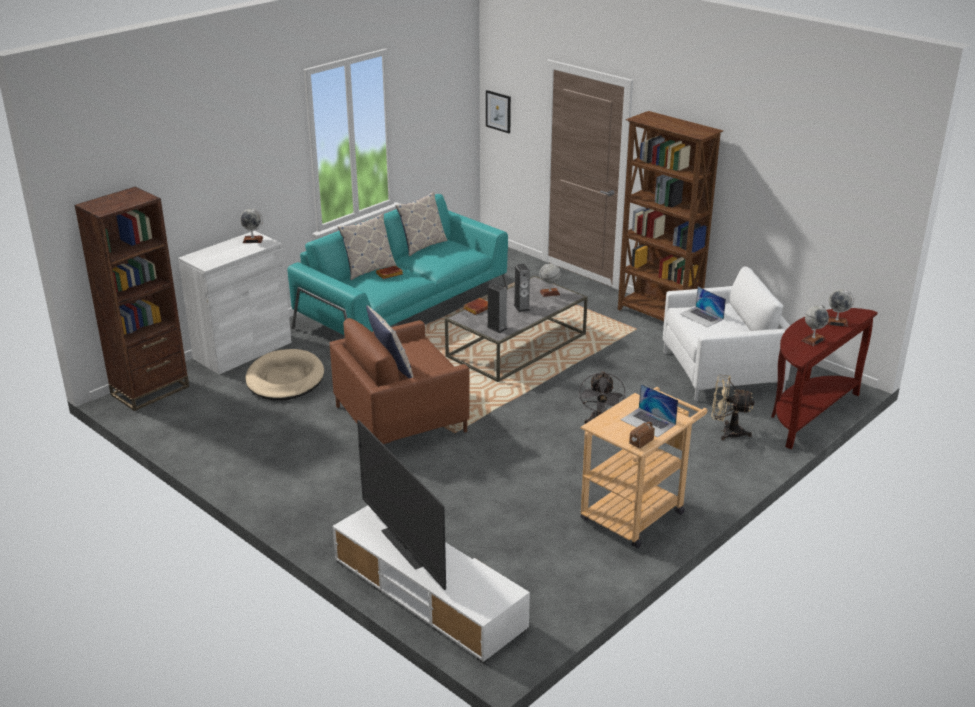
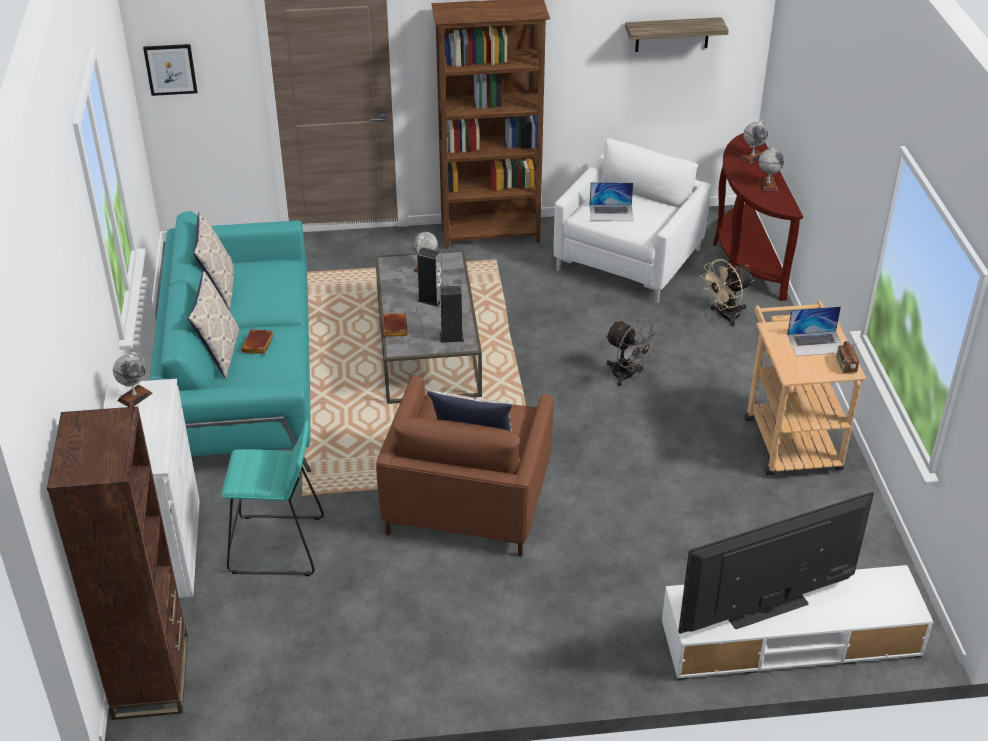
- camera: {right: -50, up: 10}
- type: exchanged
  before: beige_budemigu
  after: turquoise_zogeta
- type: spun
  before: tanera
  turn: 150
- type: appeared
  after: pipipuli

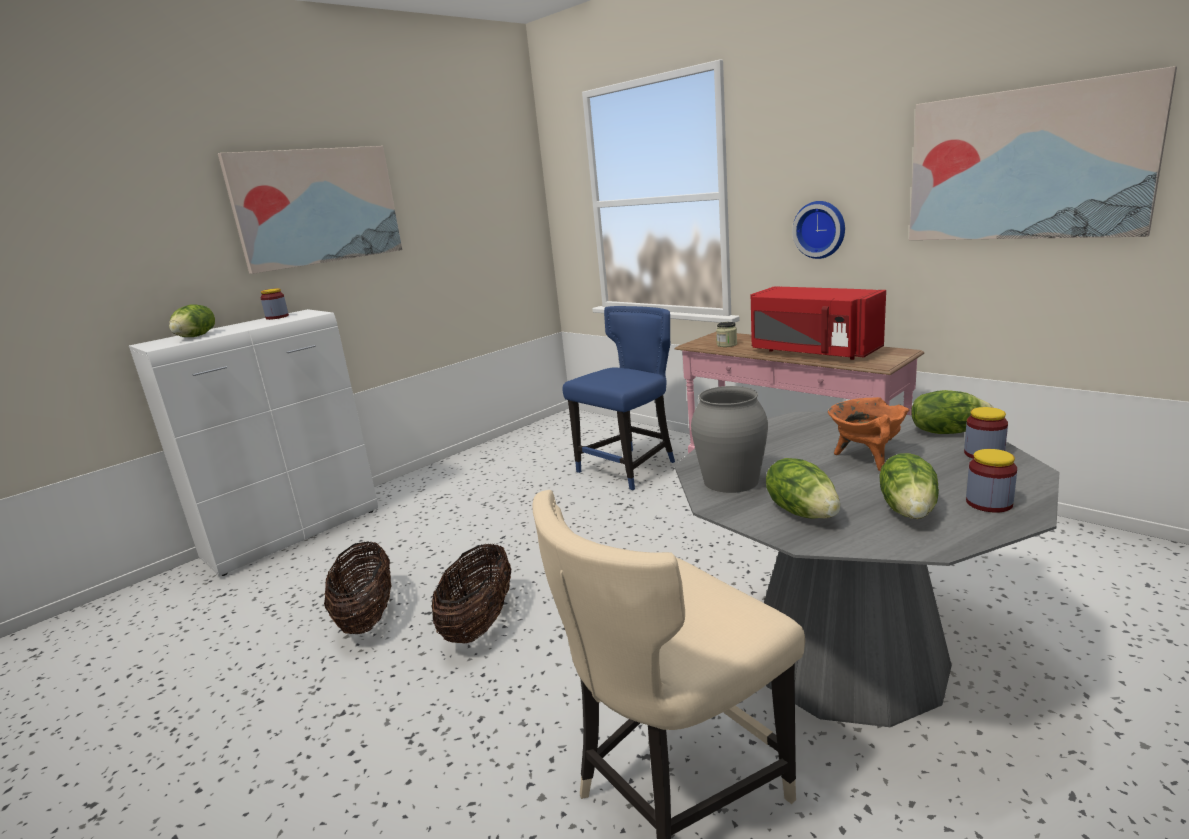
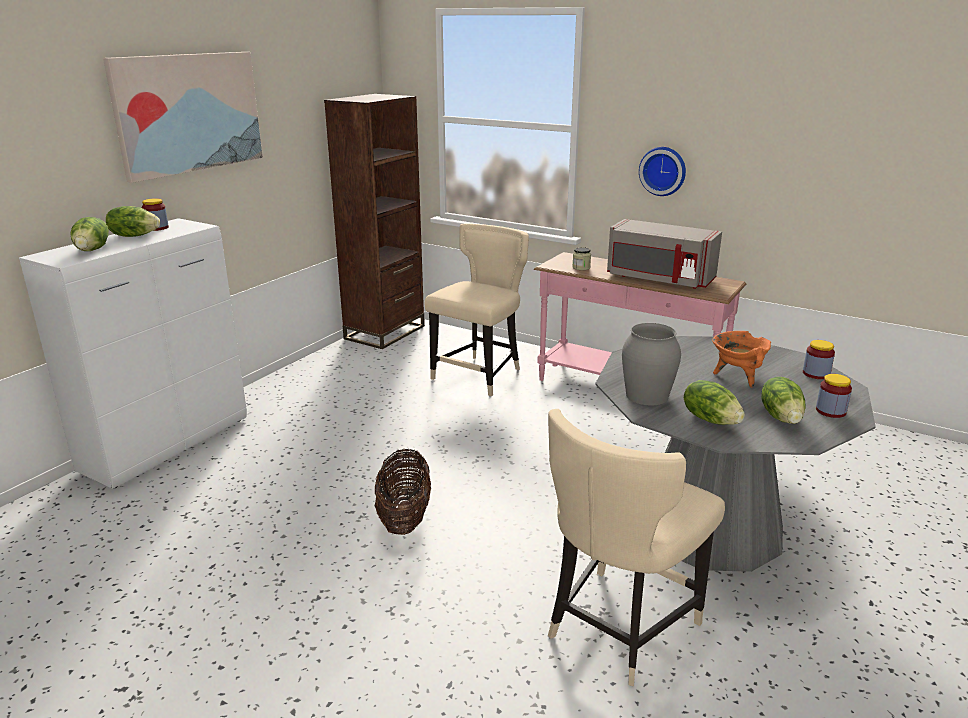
- camera: {right: -15, up: 5}
- type: missing
  before: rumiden (no. 1 from left)
- type: colour
  before: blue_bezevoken
  after: beige_bezevoken (no. 1 from left)
- type: colour
  before: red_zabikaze
  after: grey_zabikaze
- type: missing
  before: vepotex (no. 2 from left)
- type: relocated
  before: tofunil (no. 4 from left in the first image)
  after: tofunil (no. 2 from left)
- type: appeared
  after: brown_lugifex

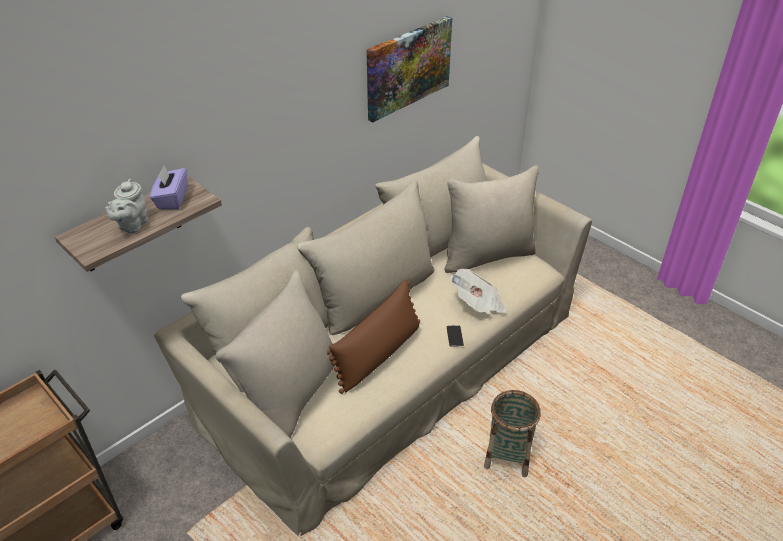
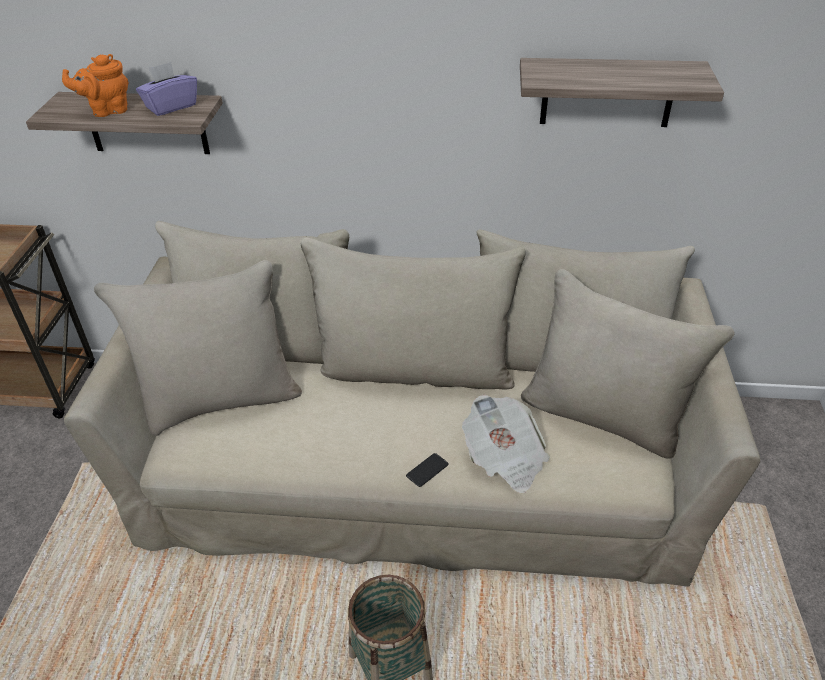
- camera: {right: 50, up: 0}
- type: colour
  before: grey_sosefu
  after: orange_sosefu
- type: missing
  before: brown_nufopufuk
- type: exchanged
  before: vepotex
  after: pipipuli (no. 2 from left)

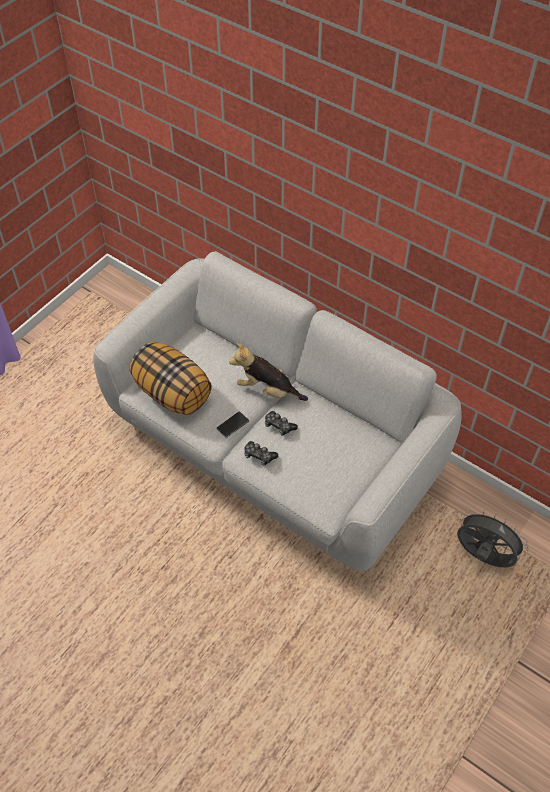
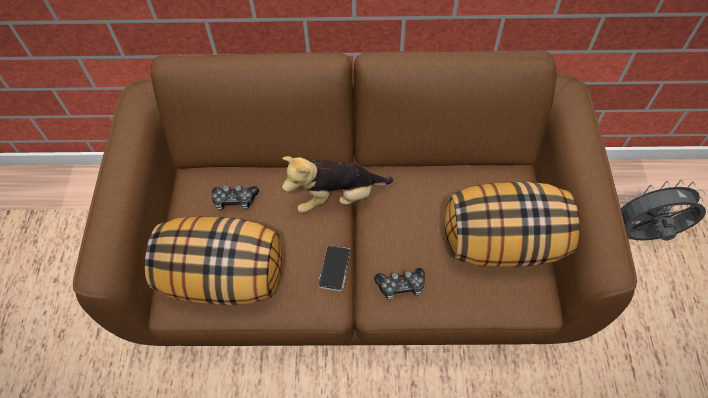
- camera: {right: -35, up: 5}
- type: colour
  before: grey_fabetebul
  after: brown_fabetebul
- type: relocated
  before: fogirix (no. 2 from left in the first image)
  after: fogirix (no. 1 from left)
- type: appeared
  after: nufopufuk (no. 2 from left)

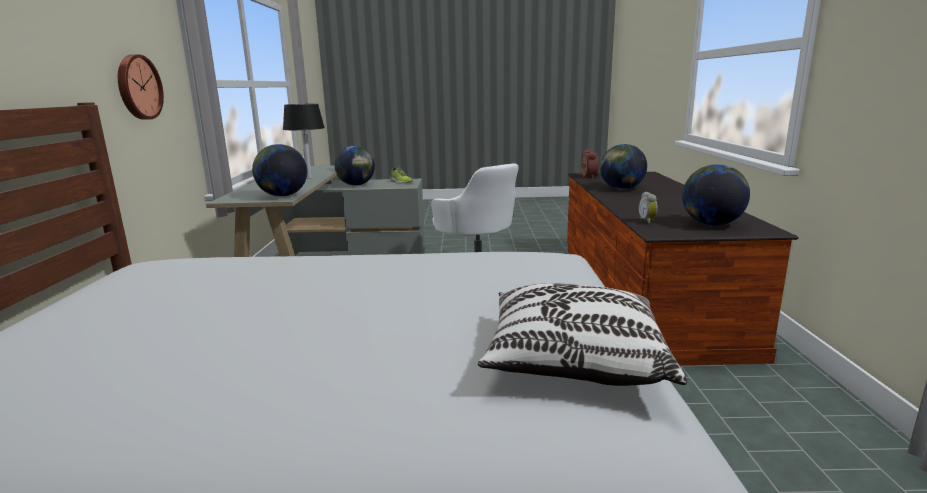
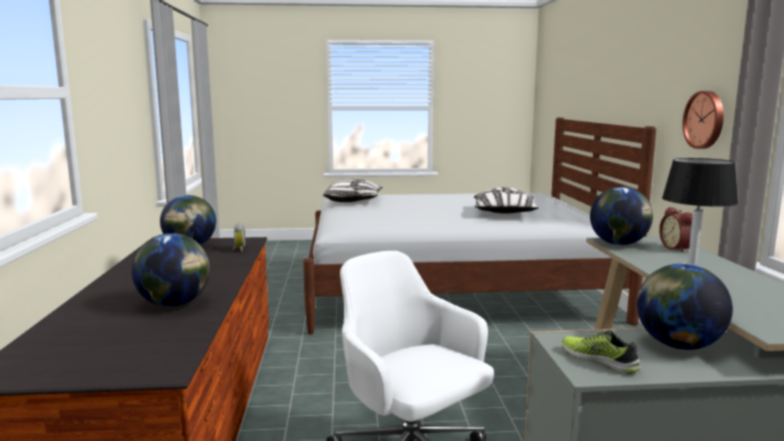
- camera: {right: 175, up: -5}
- type: relocated
  before: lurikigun (no. 1 from left in the first image)
  after: lurikigun (no. 2 from left)
- type: appeared
  after: nufopufuk (no. 2 from left)

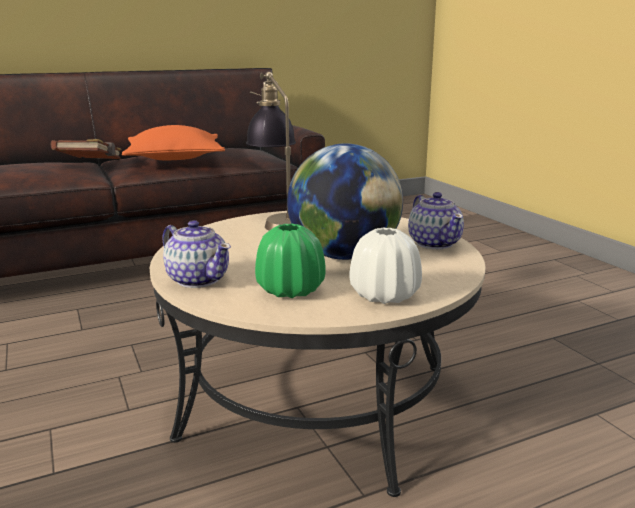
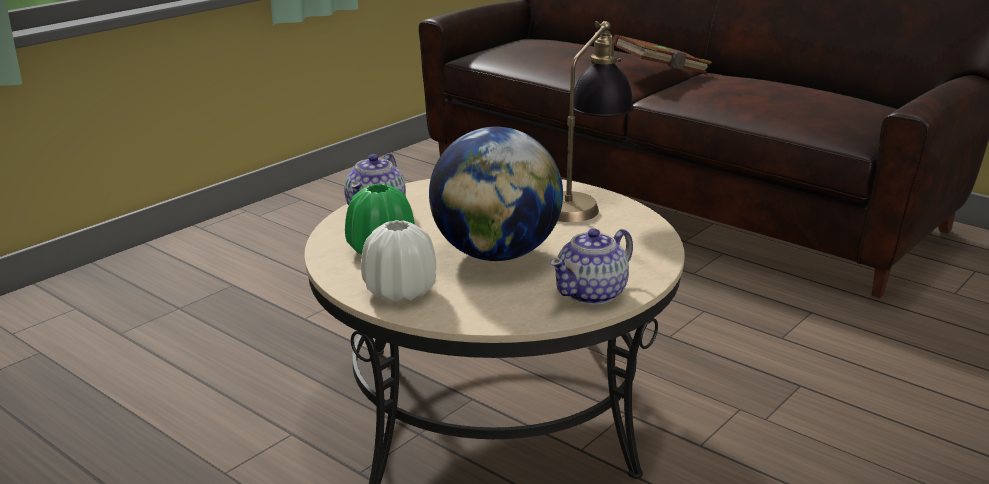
- camera: {right: 65, up: 5}
- type: missing
  before: orange_nufopufuk

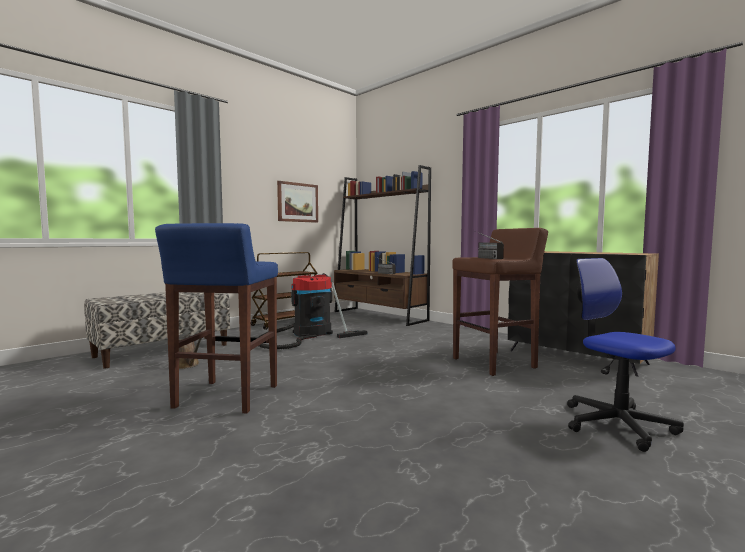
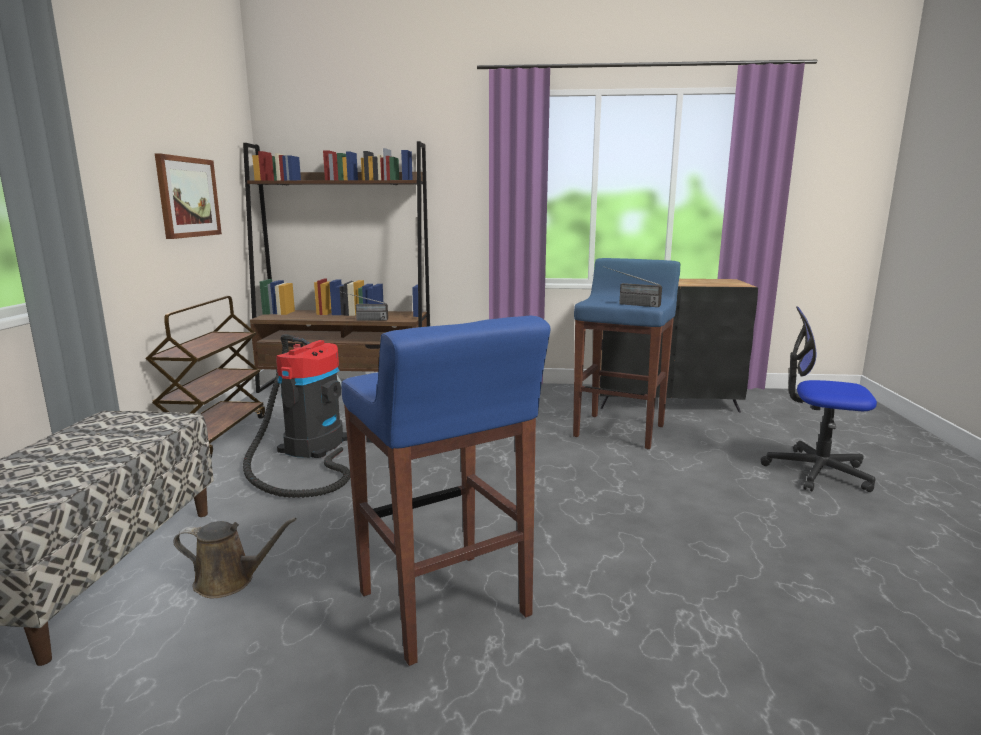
- camera: {right: -40, up: 10}
- type: colour
  before: brown_zogeta
  after: blue_zogeta (no. 2 from left)

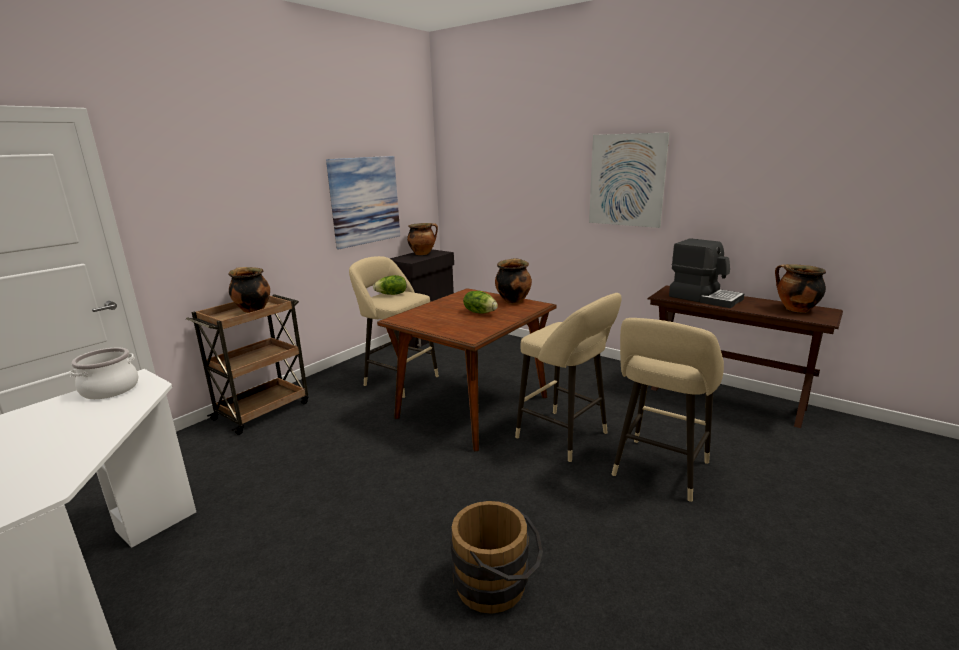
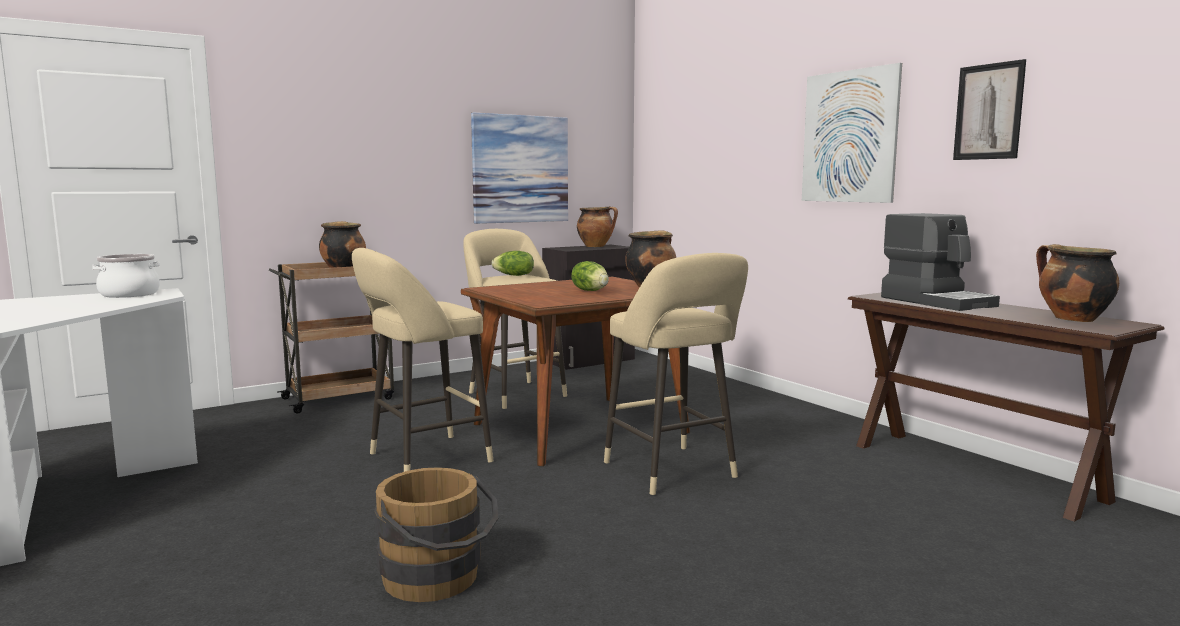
- camera: {right: 20, up: -10}
- type: relocated
  before: beige_zogeta (no. 3 from left in the first image)
  after: beige_zogeta (no. 1 from left)
- type: appeared
  after: vepotex (no. 3 from left)

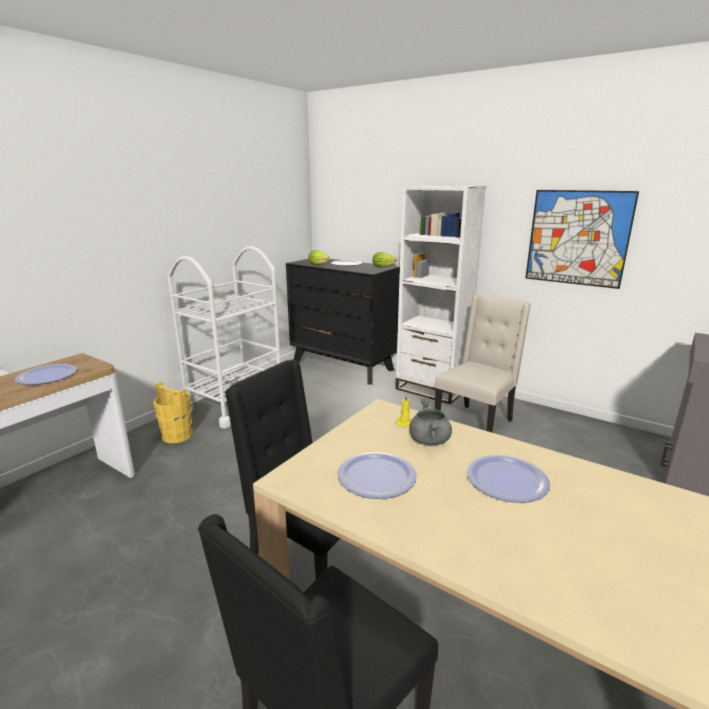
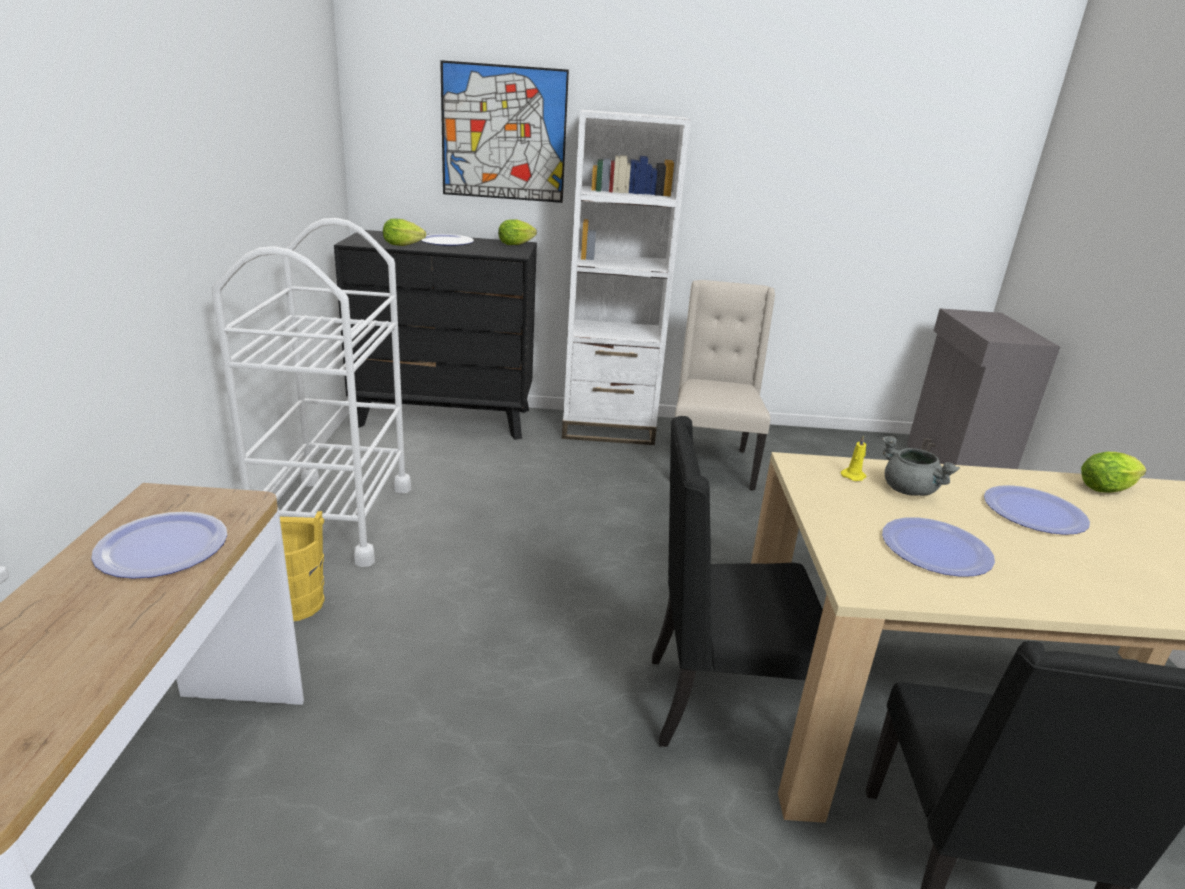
- camera: {right: -35, up: 5}
- type: relocated
  before: vepotex
- type: appeared
  after: tofunil (no. 3 from left)

